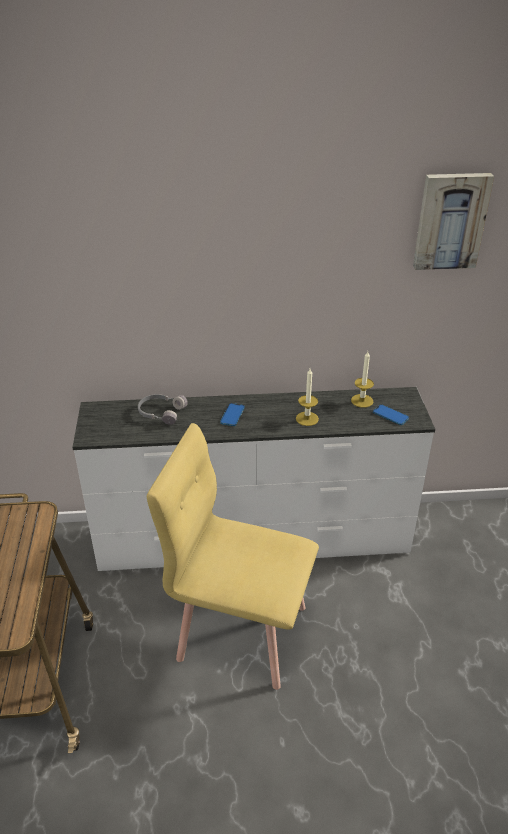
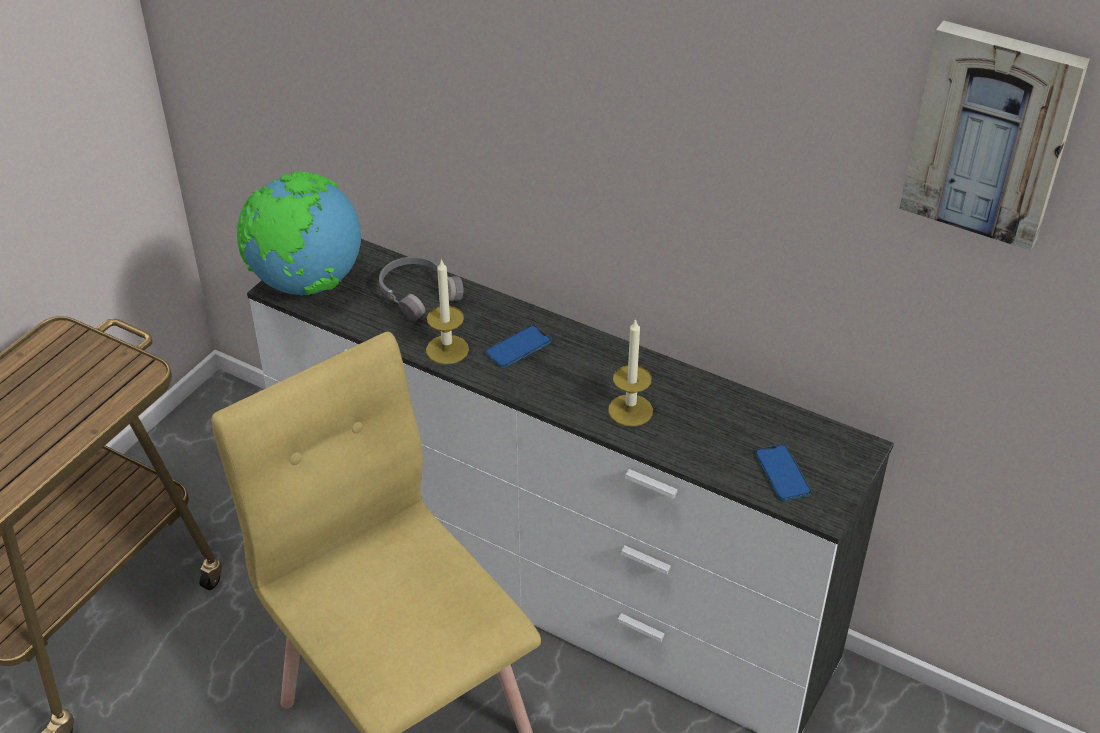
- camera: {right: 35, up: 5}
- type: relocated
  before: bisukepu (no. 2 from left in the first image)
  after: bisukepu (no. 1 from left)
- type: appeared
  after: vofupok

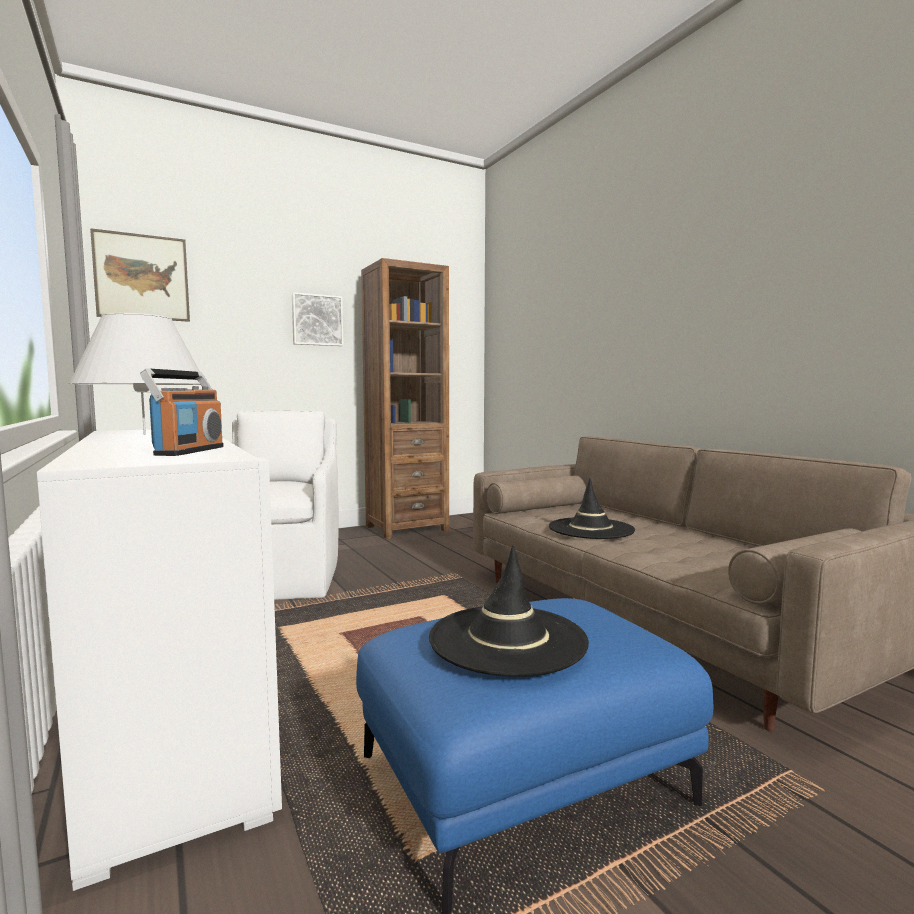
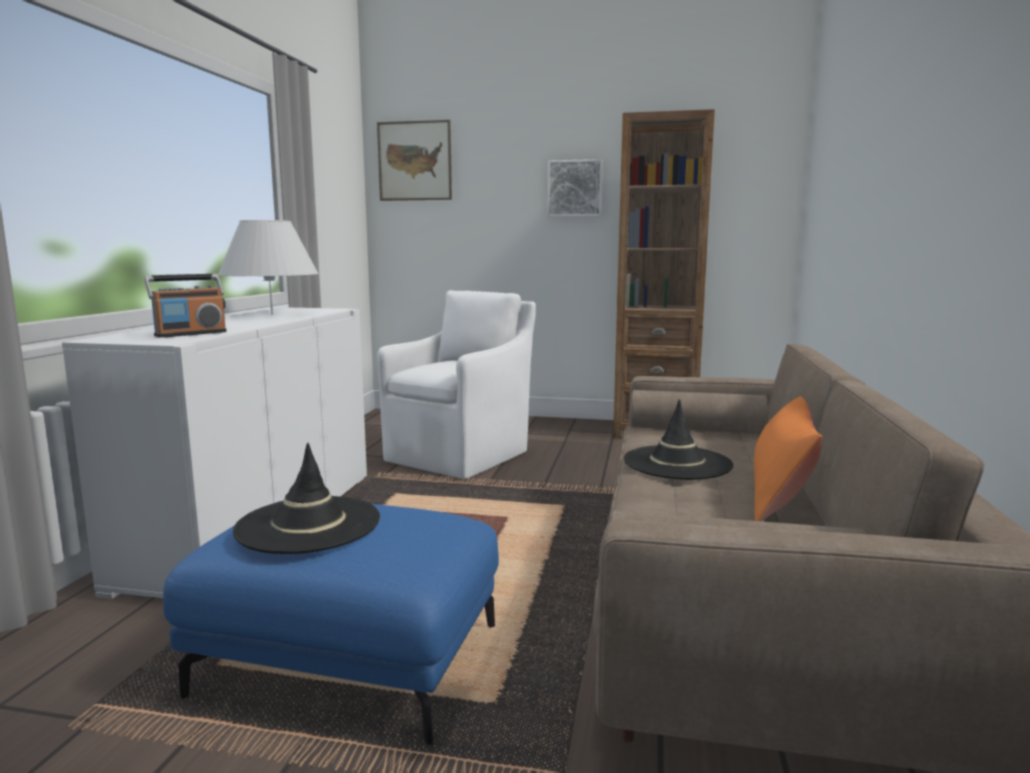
- camera: {right: 40, up: 5}
- type: appeared
  after: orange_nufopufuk

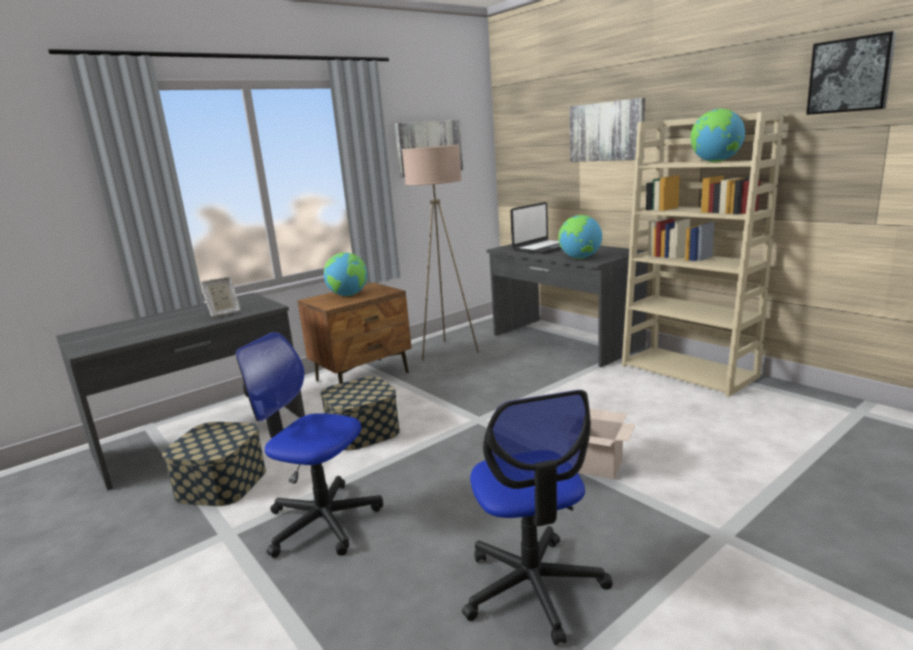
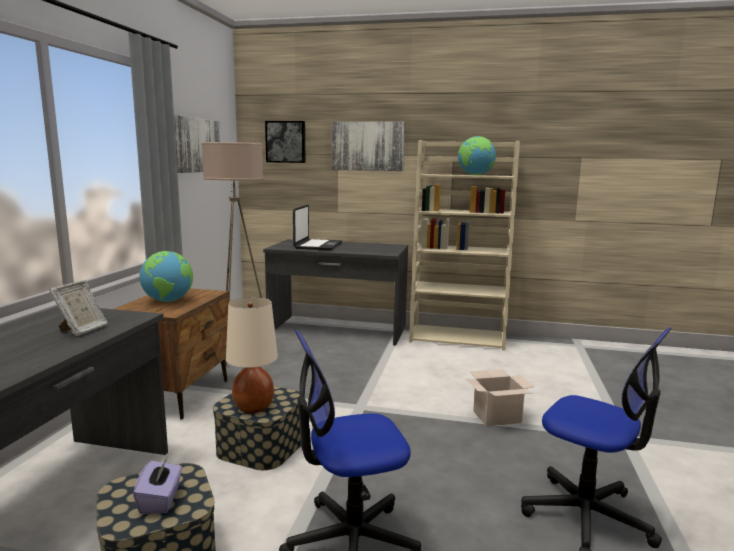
- camera: {right: -40, up: -5}
- type: missing
  before: vofupok (no. 2 from left)
- type: relocated
  before: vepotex (no. 3 from left in the first image)
  after: vepotex (no. 2 from left)
- type: appeared
  after: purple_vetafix
- type: appeared
  after: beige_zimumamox

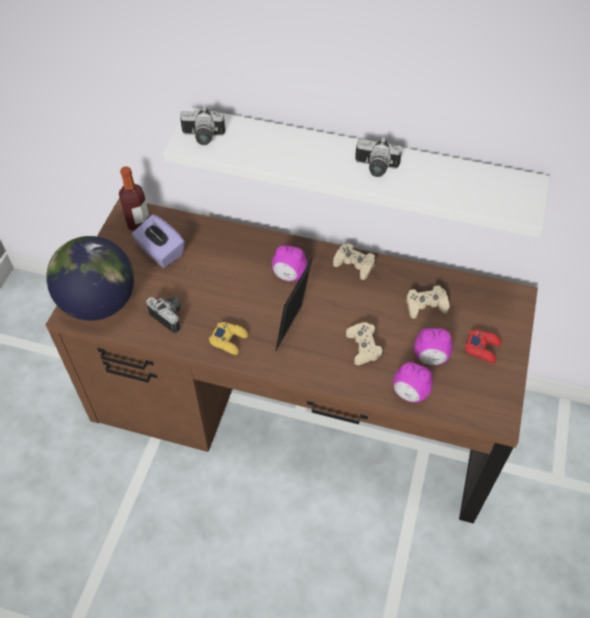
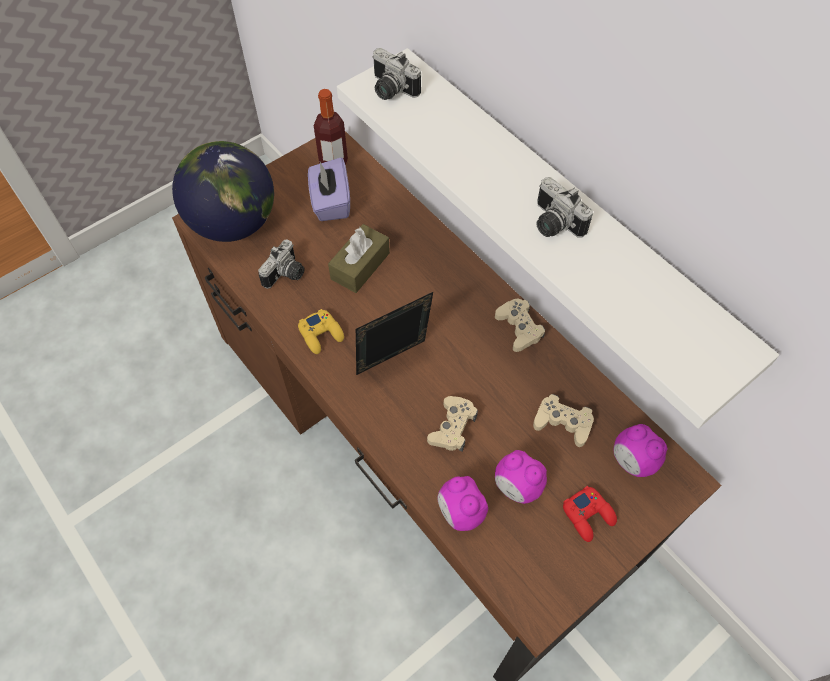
- camera: {right: 35, up: 5}
- type: spun
  before: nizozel (no. 1 from left)
  turn: 45
- type: relocated
  before: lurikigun (no. 1 from left in the first image)
  after: lurikigun (no. 3 from left)
- type: appeared
  after: brown_vetafix

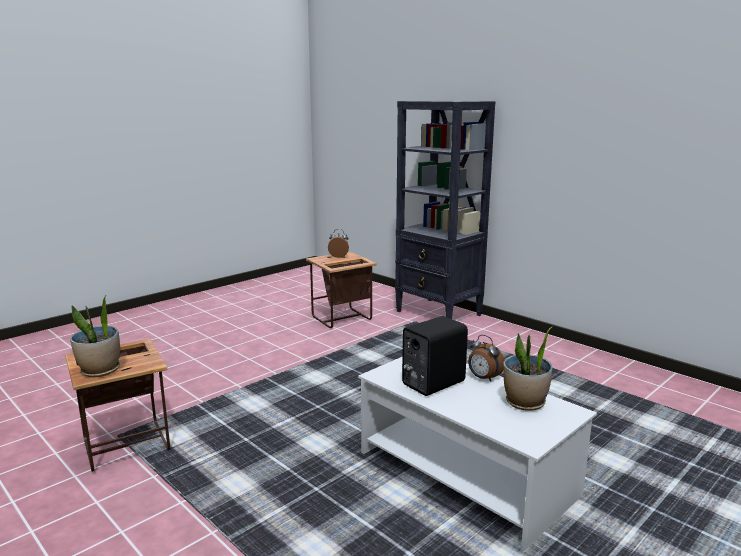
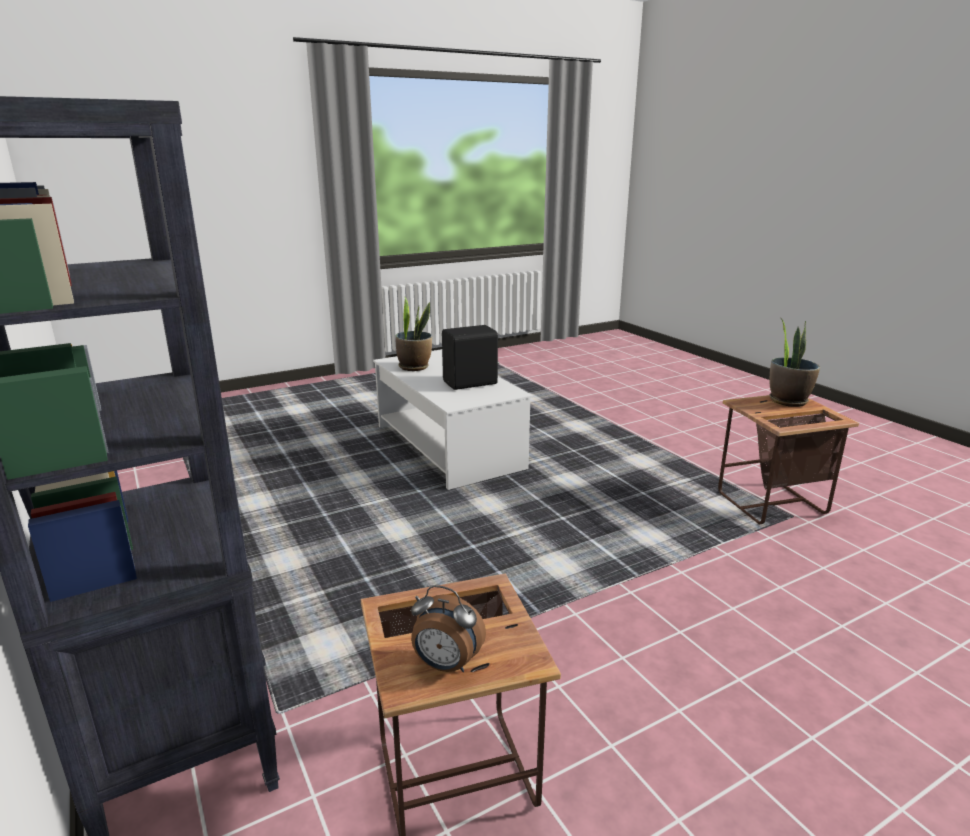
- camera: {right: -165, up: 5}
- type: missing
  before: lurikigun (no. 2 from left)

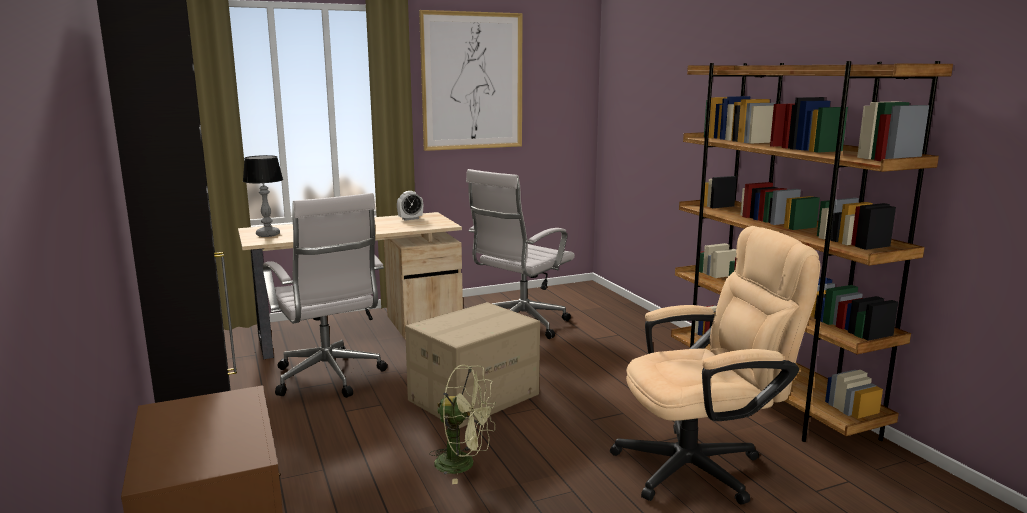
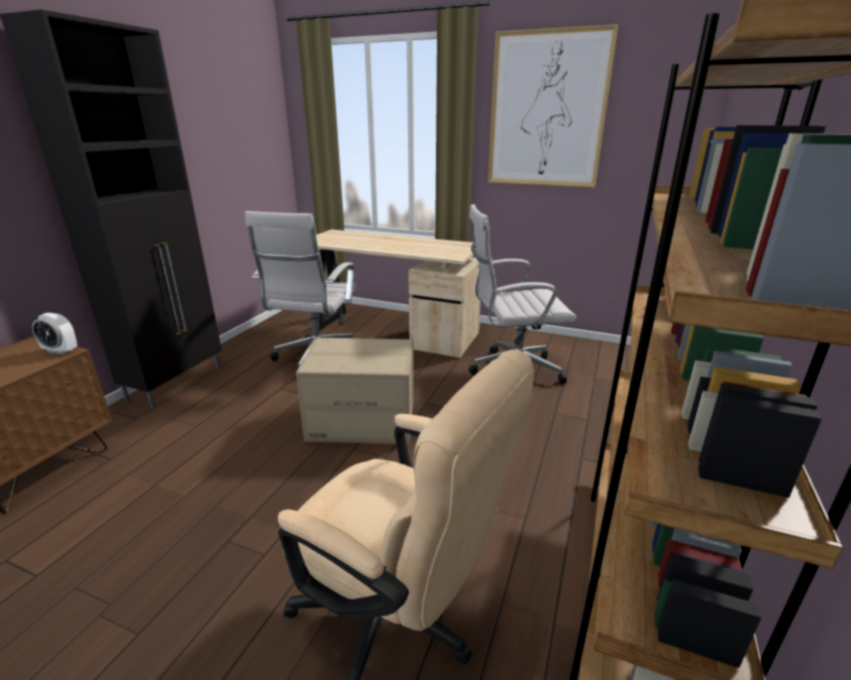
- camera: {right: 45, up: 10}
- type: missing
  before: zimumamox
- type: relocated
  before: lurikigun
- type: missing
  before: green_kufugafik

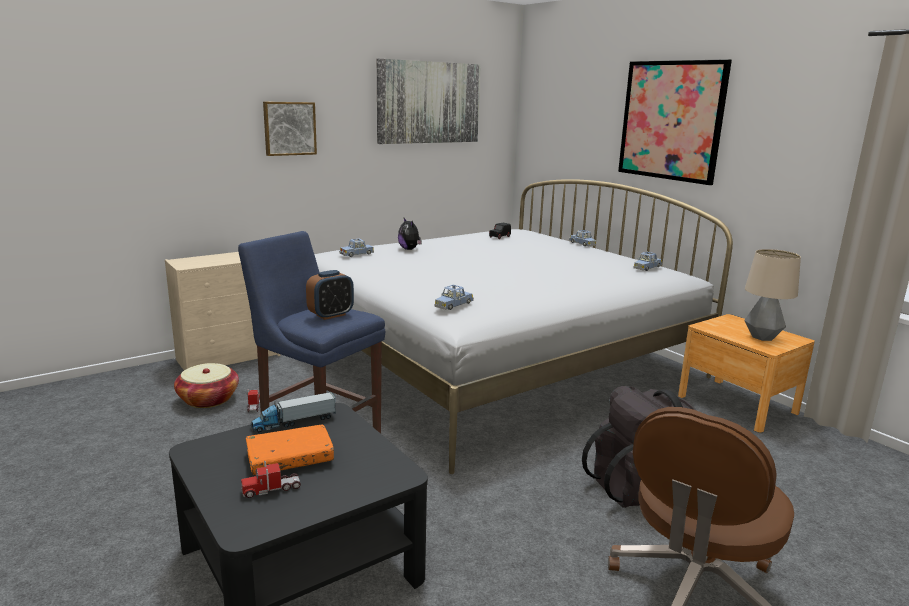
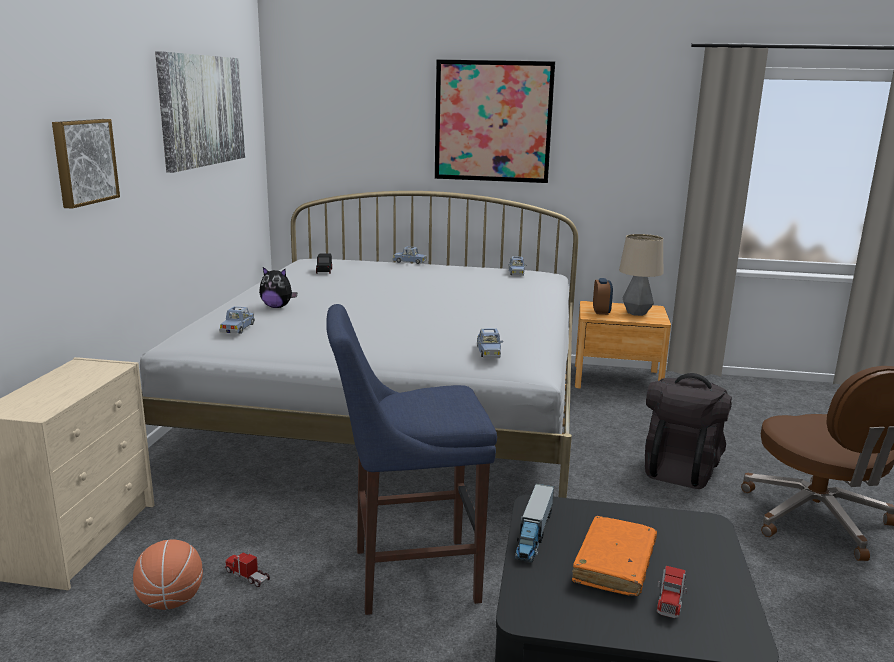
- camera: {right: -45, up: 0}
- type: exchanged
  before: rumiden
  after: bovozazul
- type: relocated
  before: lurikigun

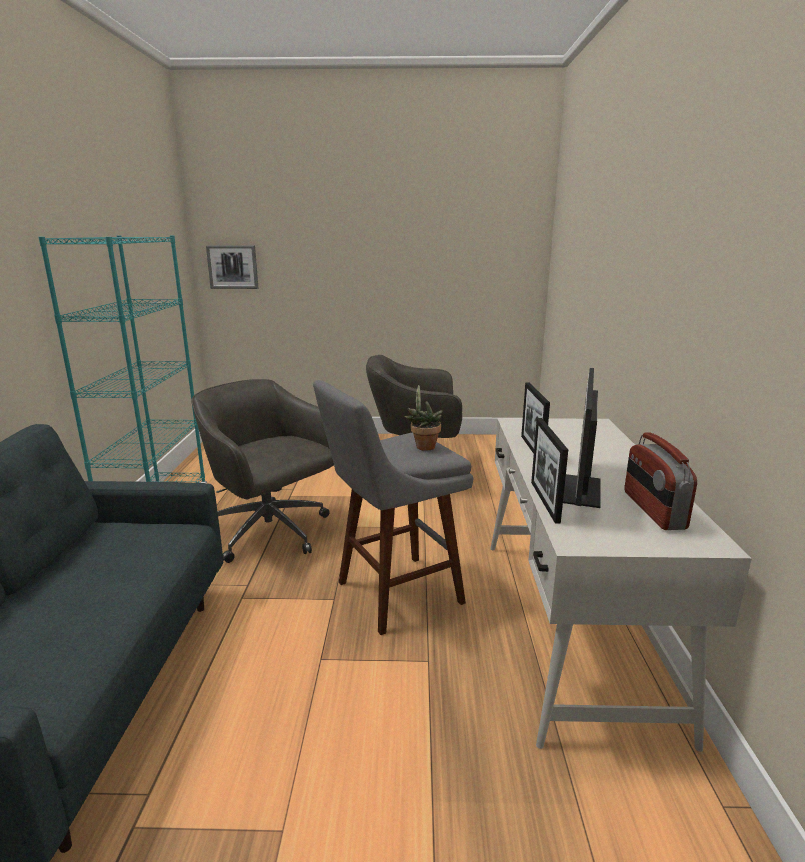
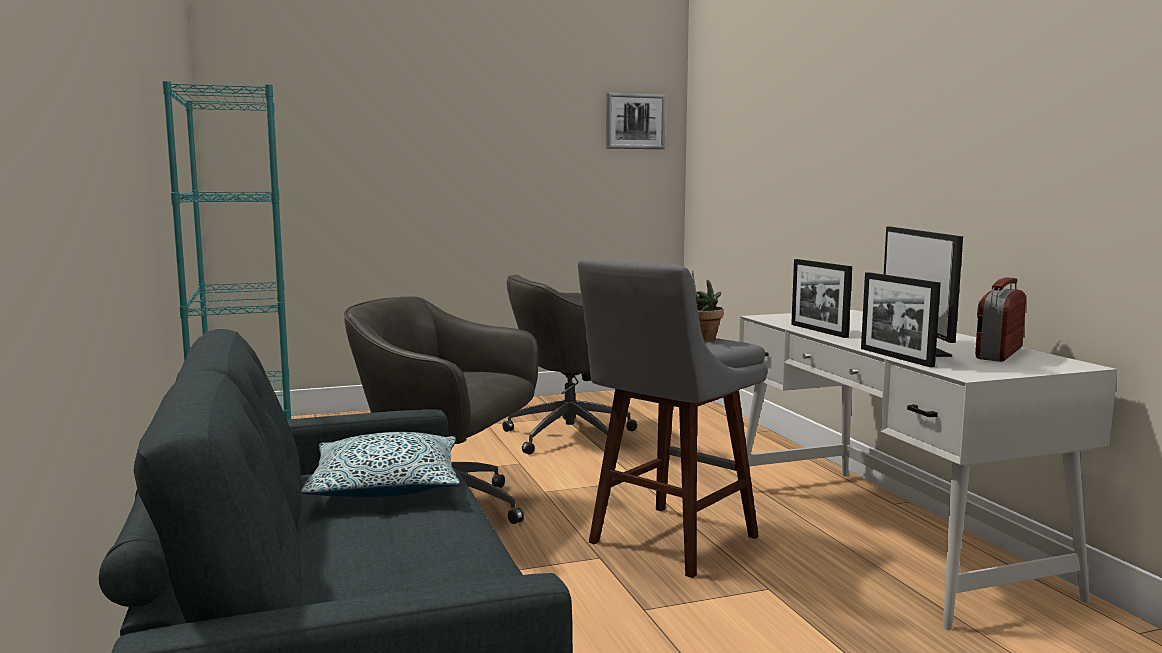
- camera: {right: -20, up: -10}
- type: relocated
  before: vepotex
- type: spun
  before: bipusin
  turn: 60
- type: appeared
  after: nufopufuk

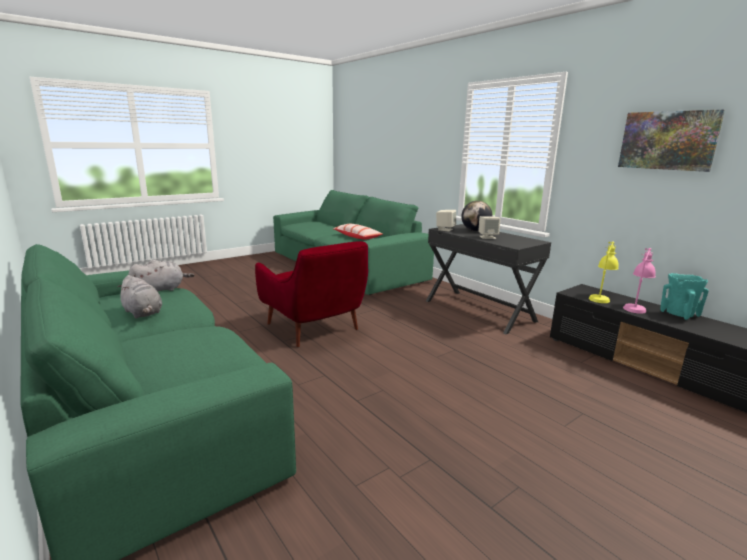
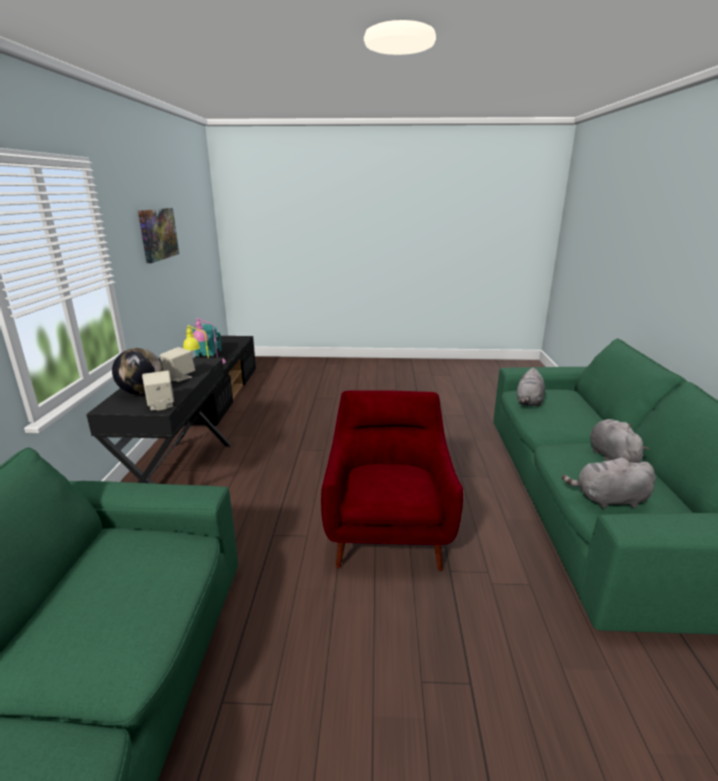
- camera: {right: -140, up: 5}
- type: missing
  before: nufopufuk
- type: appeared
  after: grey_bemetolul (no. 1 from left)

